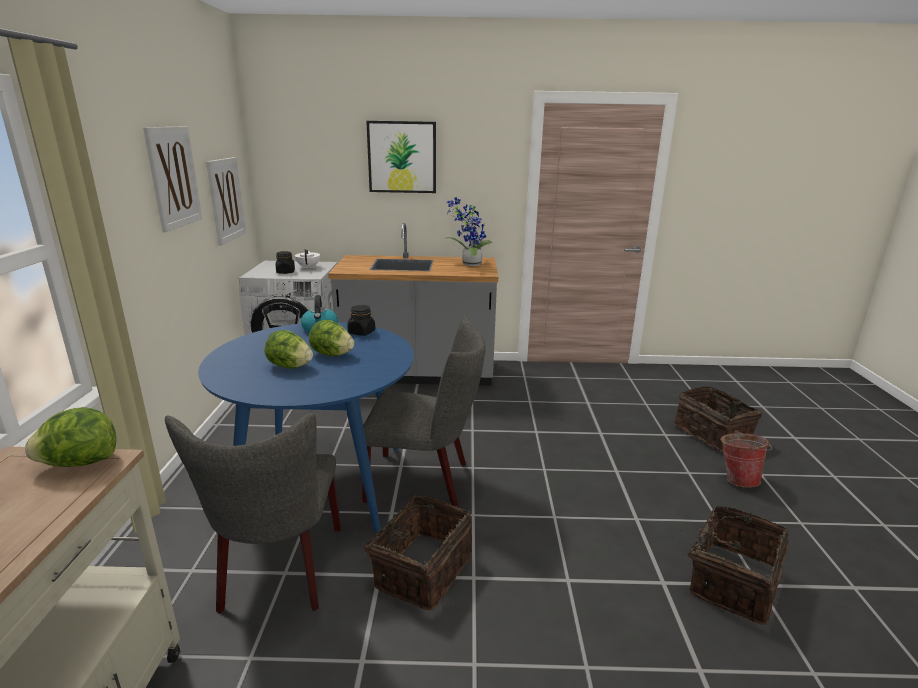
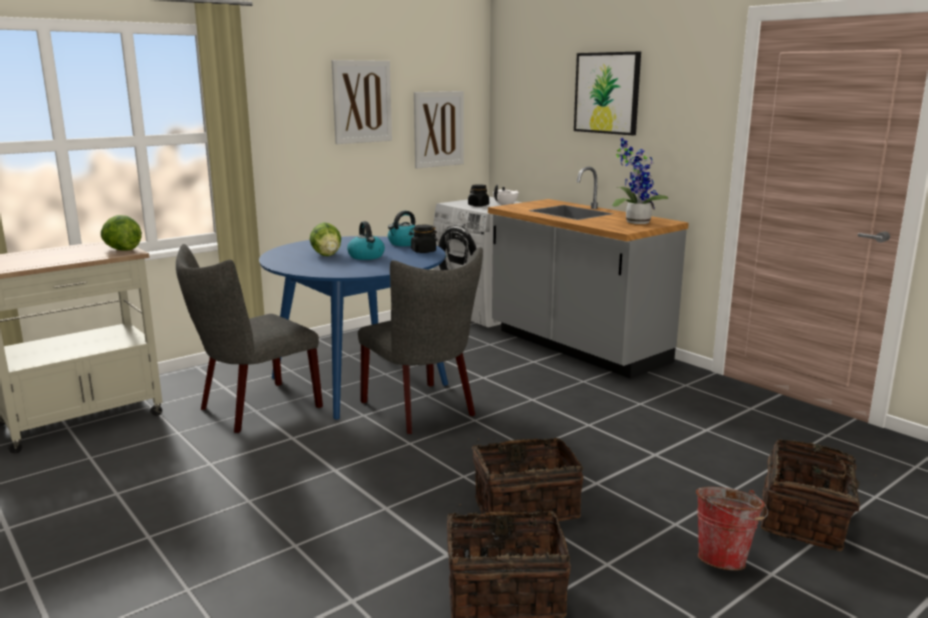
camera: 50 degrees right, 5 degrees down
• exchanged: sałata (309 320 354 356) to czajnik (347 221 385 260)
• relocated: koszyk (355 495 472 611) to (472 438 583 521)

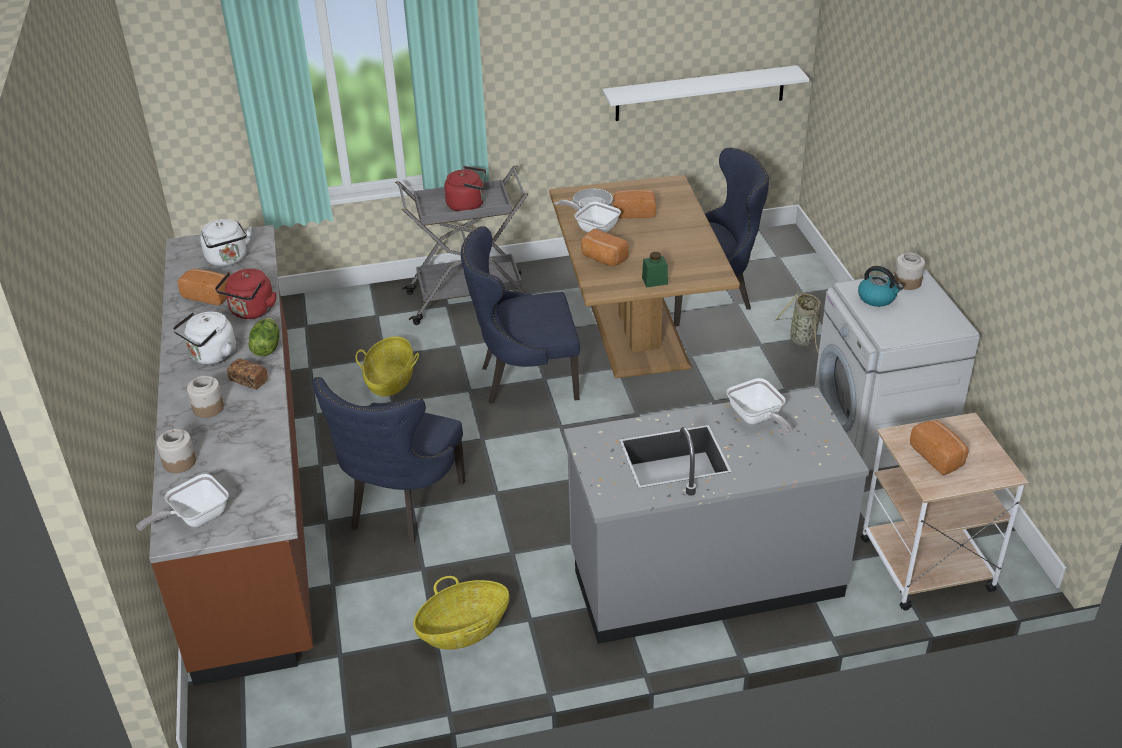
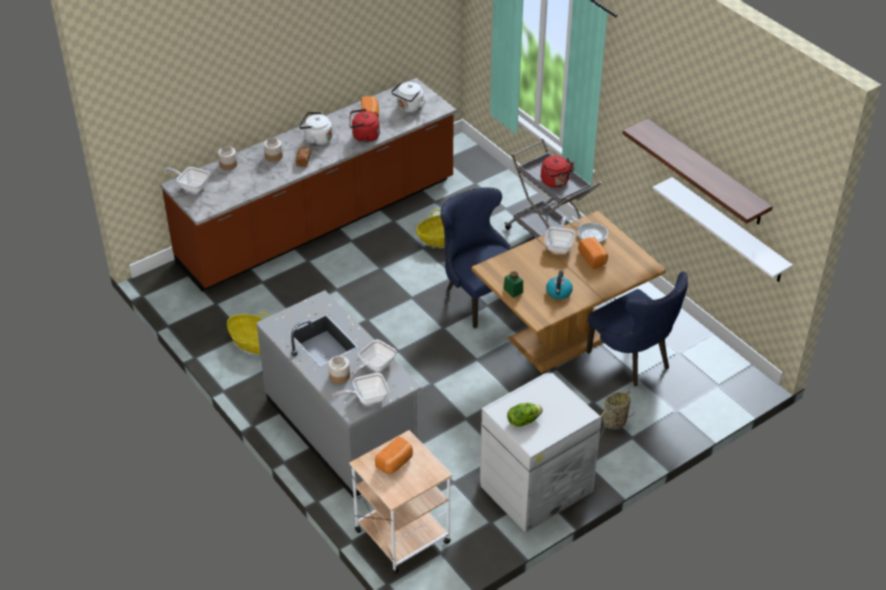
camera: 65 degrees right, 5 degrees up
• missing: chleb (581 229 629 266)
• relocated: słoik (894 253 925 290) to (328 356 350 384)
• relocated: czajnik (858 266 903 307) to (546 271 573 299)
• relocated: sałata (248 318 280 356) to (507 403 543 427)
• missing: krzesło [niebieski] (313 377 465 544)
• appeared: półka (622 118 773 225)
• appeared: patelnia (332 373 389 404)

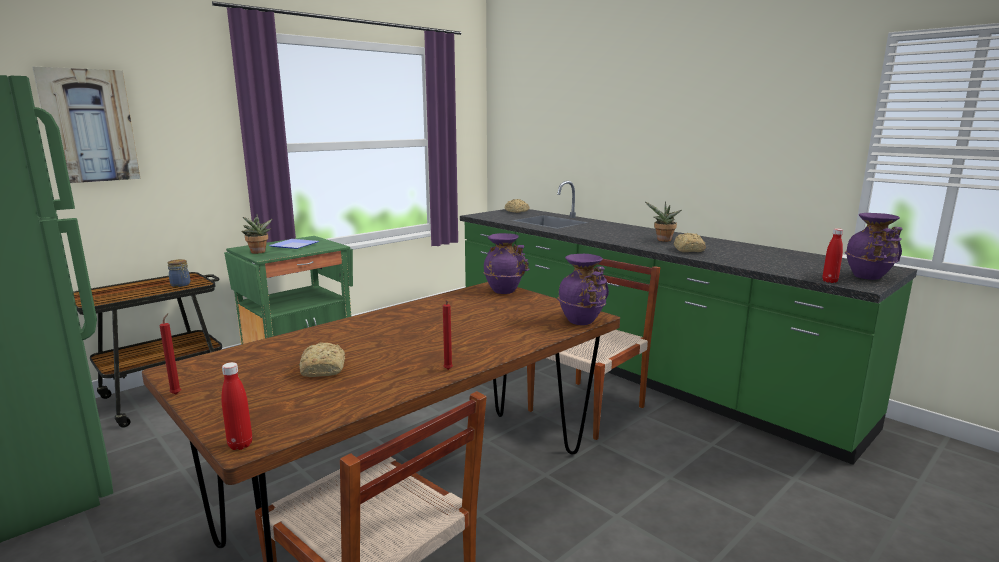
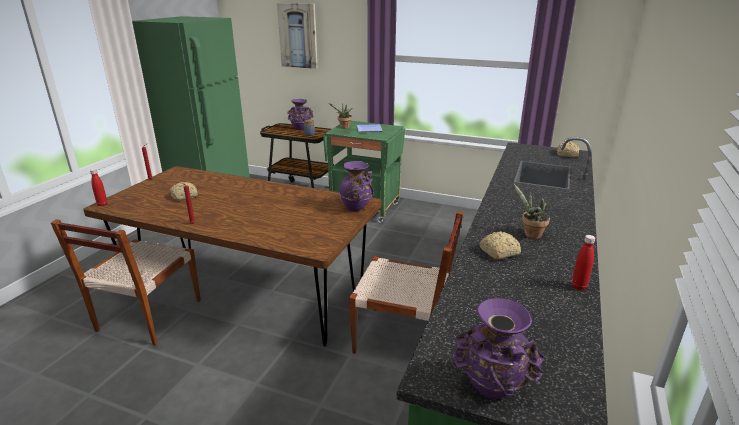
camera: 65 degrees right, 10 degrees up
• relocated: butelka [czerwony] (823 229 843 283) to (572 235 595 290)
• relocated: wazon [fioletowy] (557 254 609 325) to (287 99 314 130)

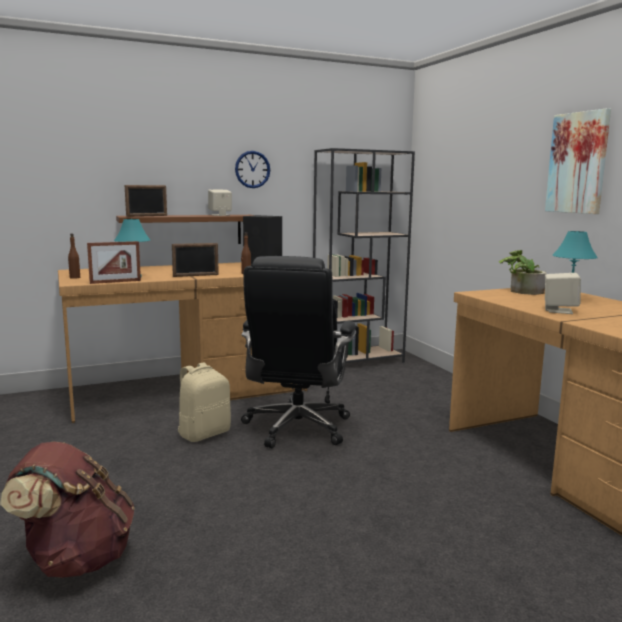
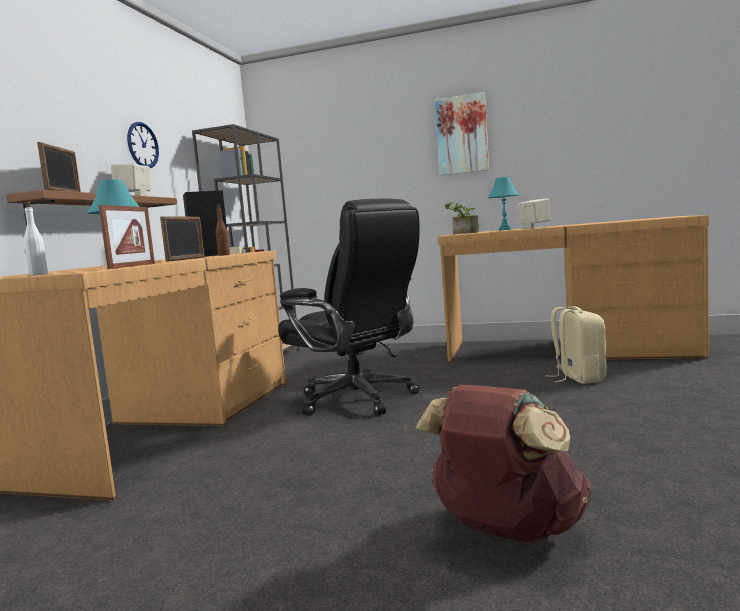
camera: 50 degrees left, 5 degrees down
• colour: butelka [brązowy] (68 234 80 279) to butelka [biały] (24 201 48 276)
• relocated: plecak [beżowy] (178 362 231 442) to (546 306 607 384)

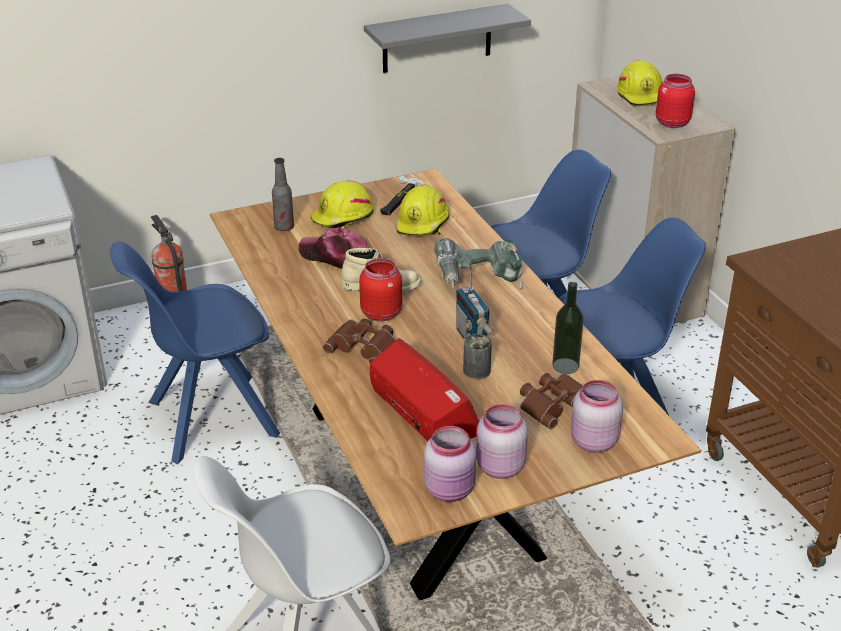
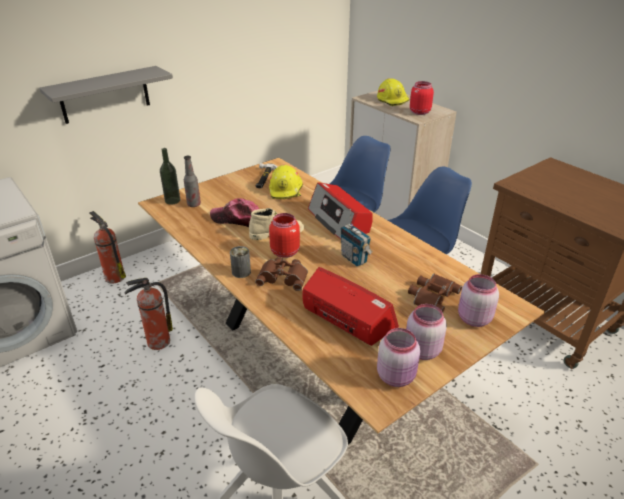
camera: 15 degrees left, 0 degrees up
• relocated: półka [szary] (364 4 531 73) to (39 66 173 124)
• missing: kask [żółty] (311 180 374 229)
• exchanged: wiertarka (435 238 523 290) to radio (308 182 373 239)
• exchanged: krzesło [niebieski] (110 241 280 464) to gaśnica (124 278 173 350)
• relocated: butelka (552 282 584 374) to (160 148 180 204)
• relocated: puszka (463 334 492 380) to (230 246 251 278)

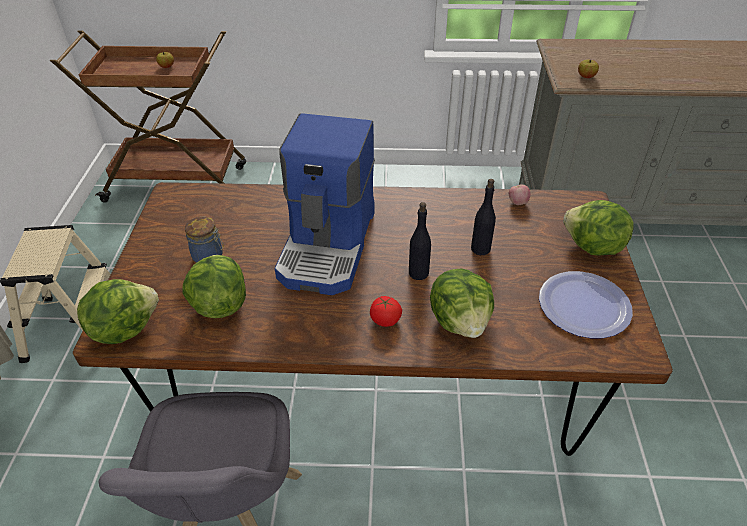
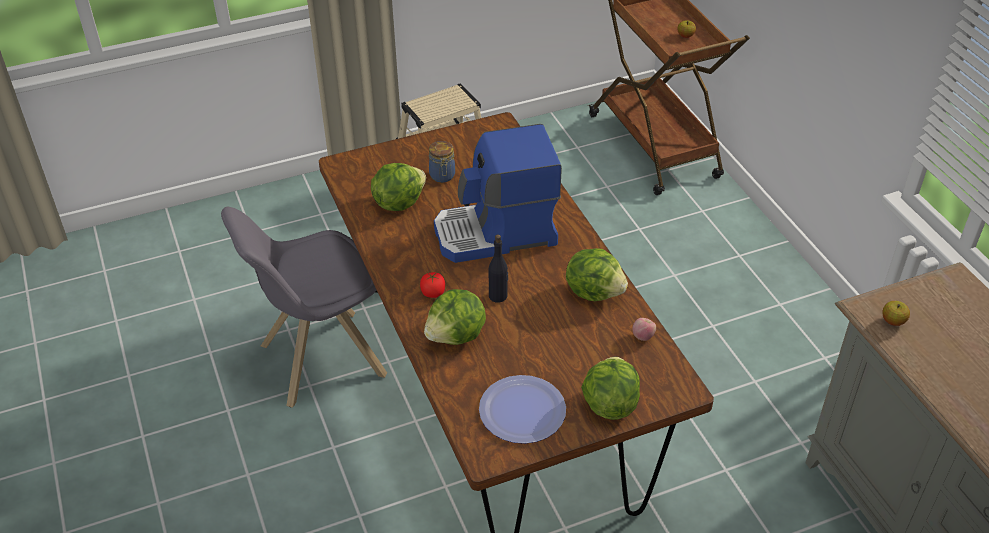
camera: 65 degrees right, 0 degrees up
• missing: butelka [czarny] (471 179 496 255)
• relocated: sałata (77 279 159 344) to (566 248 628 301)

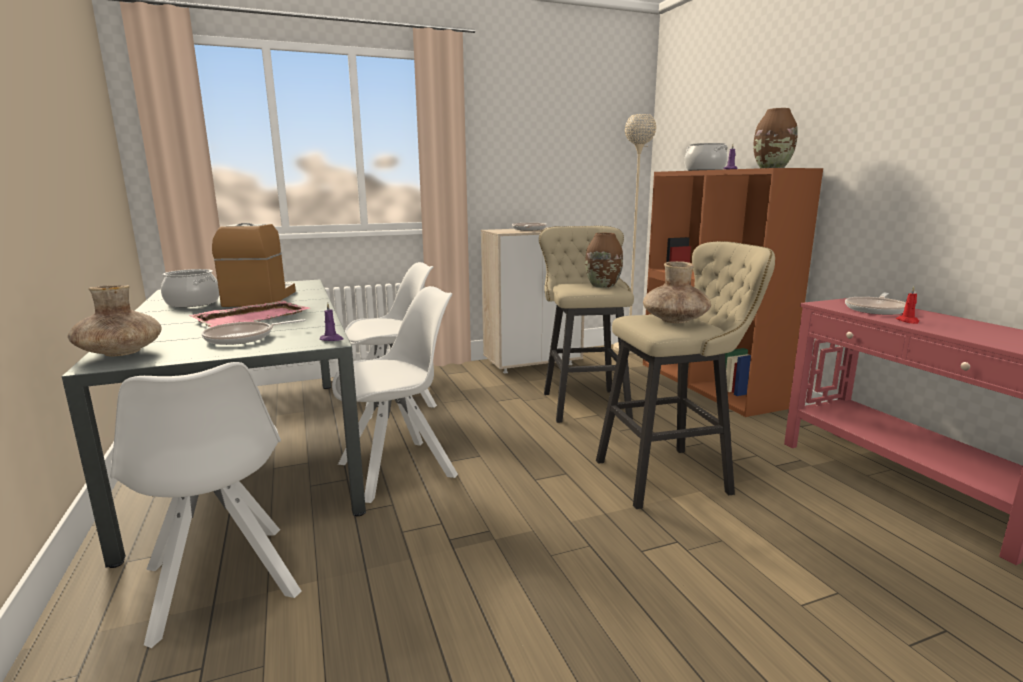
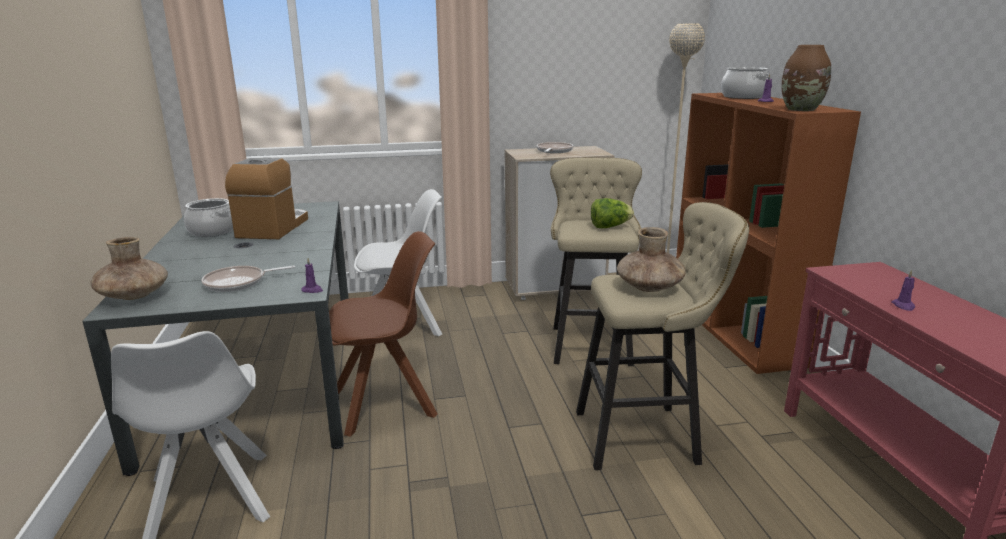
camera: 10 degrees right, 5 degrees up
• exchanged: wazon [brązowy] (585 233 623 288) to sałata (591 198 634 228)
• colour: krzesło [biały] (332 286 458 503) to krzesło [brązowy] (329 231 438 437)
• colour: świeca [czerwony] (896 287 919 324) to świeca [fioletowy] (891 270 915 311)
• missing: patelnia (845 293 906 315)
• missing: taca [różowy] (189 300 310 327)

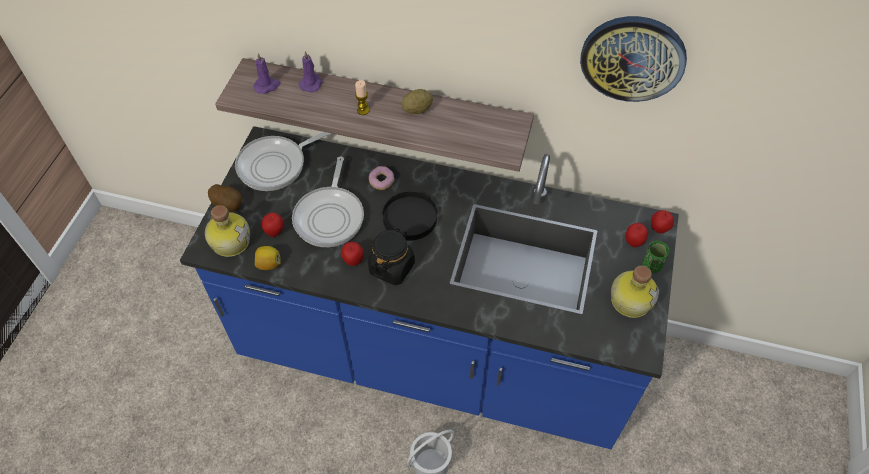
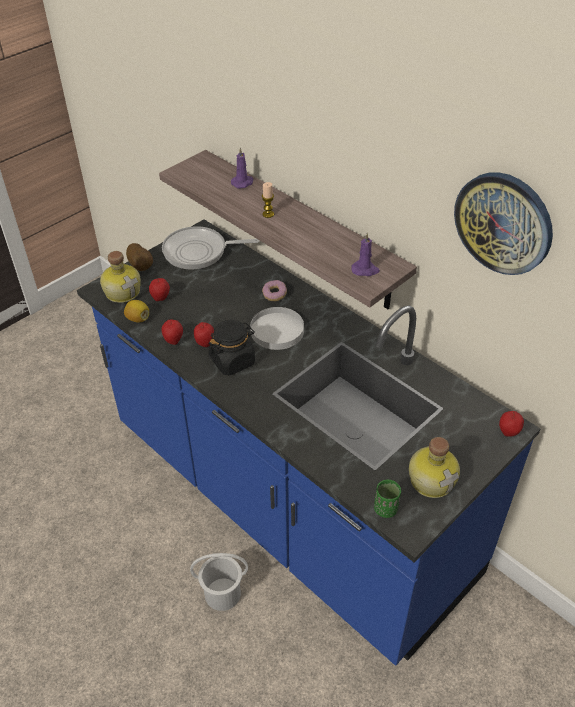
camera: 30 degrees right, 10 degrees down
• relocated: świeca [fioletowy] (253 53 281 94) to (351 232 380 276)
• missing: ziemniak (401 89 433 114)
• missing: patelnia (292 156 364 247)
• colour: talerz [czarny] (383 192 437 241) to talerz [biały] (250 307 304 350)
• relocated: jabłko (626 223 648 247) to (162 319 183 345)
• relocated: filiżanka [zielony] (642 241 670 273) to (374 480 401 518)

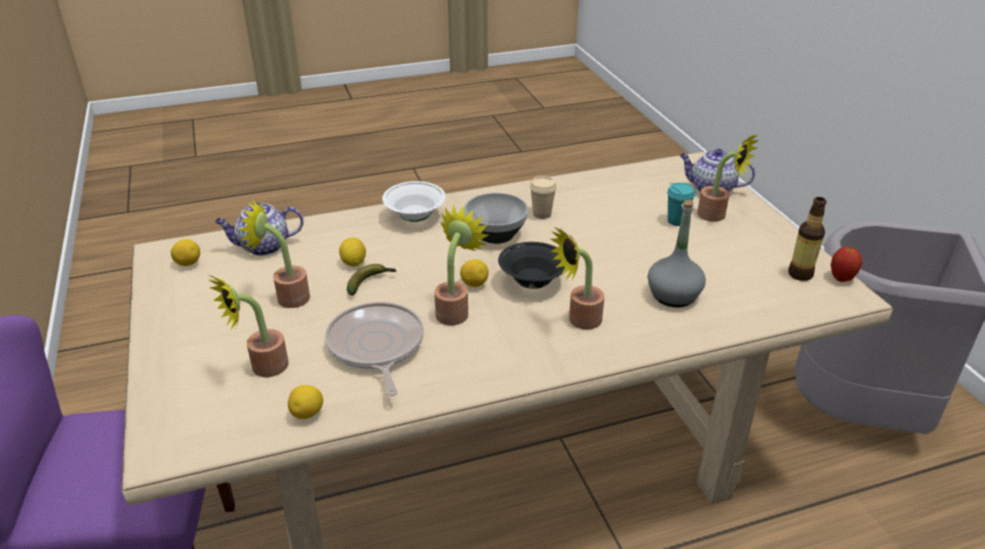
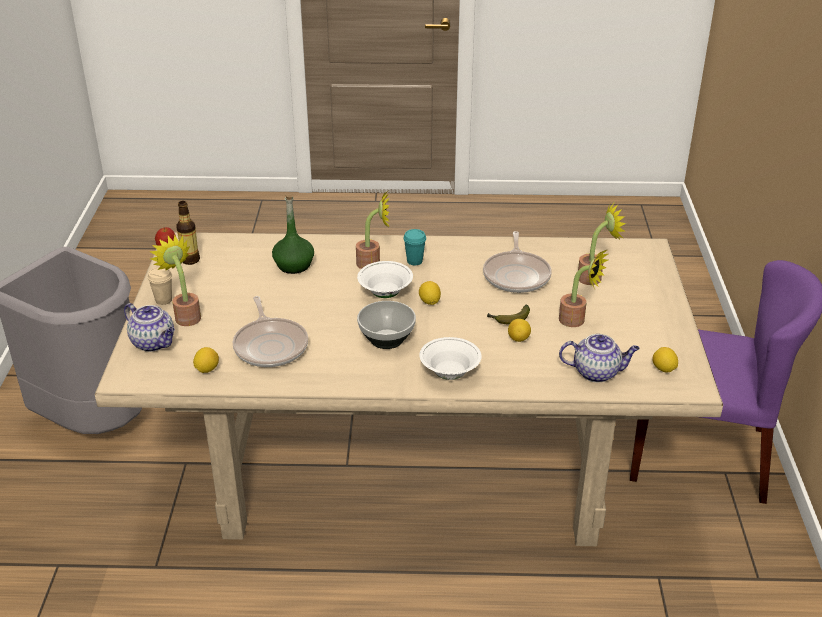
camera: 160 degrees left, 0 degrees up
• relocated: filiżanka [beżowy] (530 176 557 219) to (148 267 172 305)
• relocated: filiżanka [turkusowy] (667 183 695 226) to (403 229 426 265)
• colour: butelka [szary] (648 200 706 307) to butelka [zielony] (272 194 314 274)
• missing: roślina doniczkowa (434 205 489 325)
• colour: miska [czarny] (498 242 565 289) to miska [biały] (357 261 413 298)
• relocated: cytryna (288 385 323 419) to (193 347 219 373)
• appeared: patelnia (233 296 308 367)

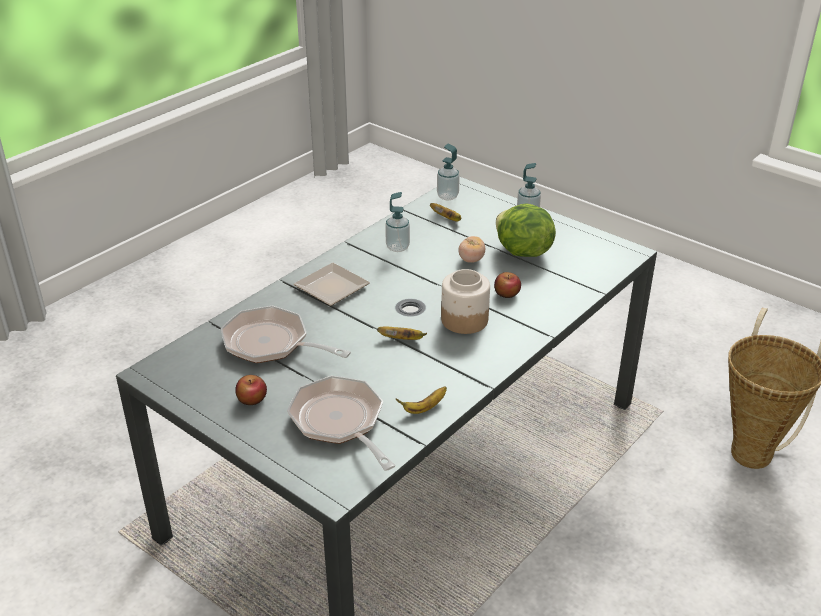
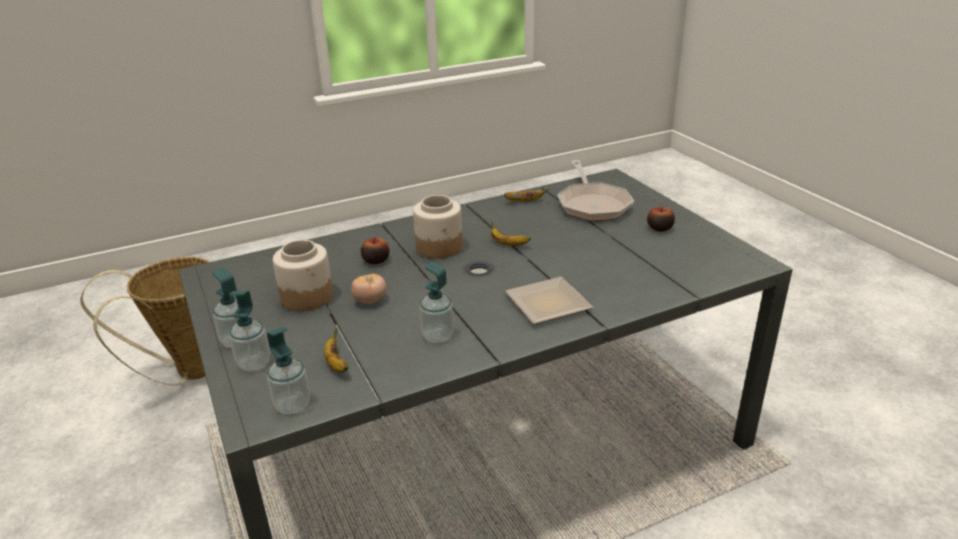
camera: 155 degrees left, 5 degrees down
• exchanged: sałata (496 203 556 257) to słoik (273 240 333 311)
• missing: patelnia (221 306 351 363)
• appeared: dozownik mydła (229 291 270 371)

